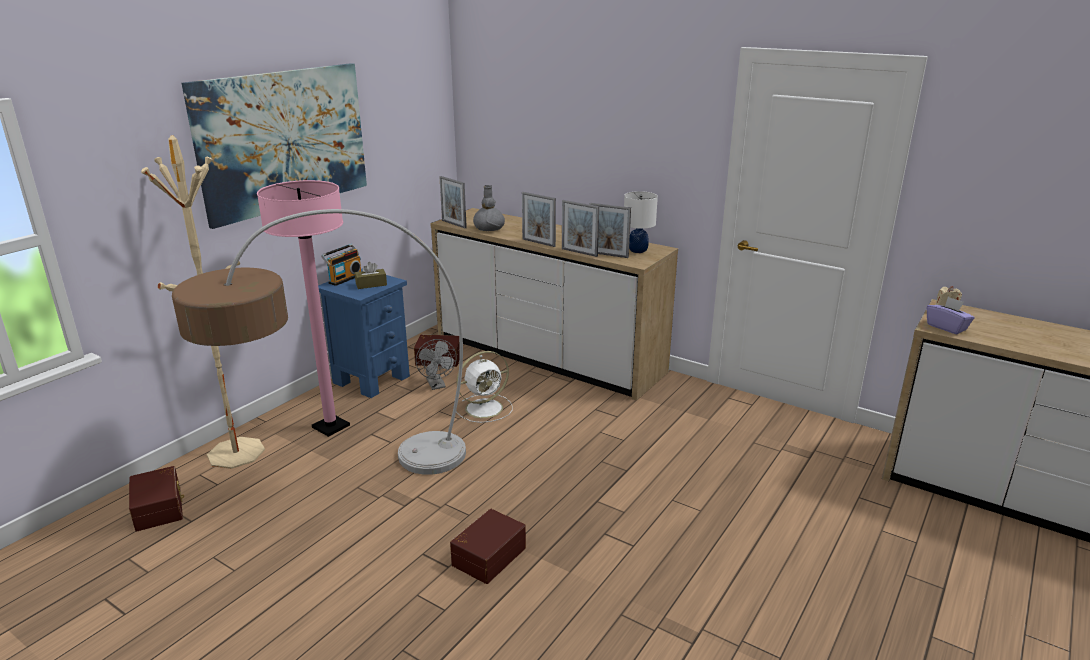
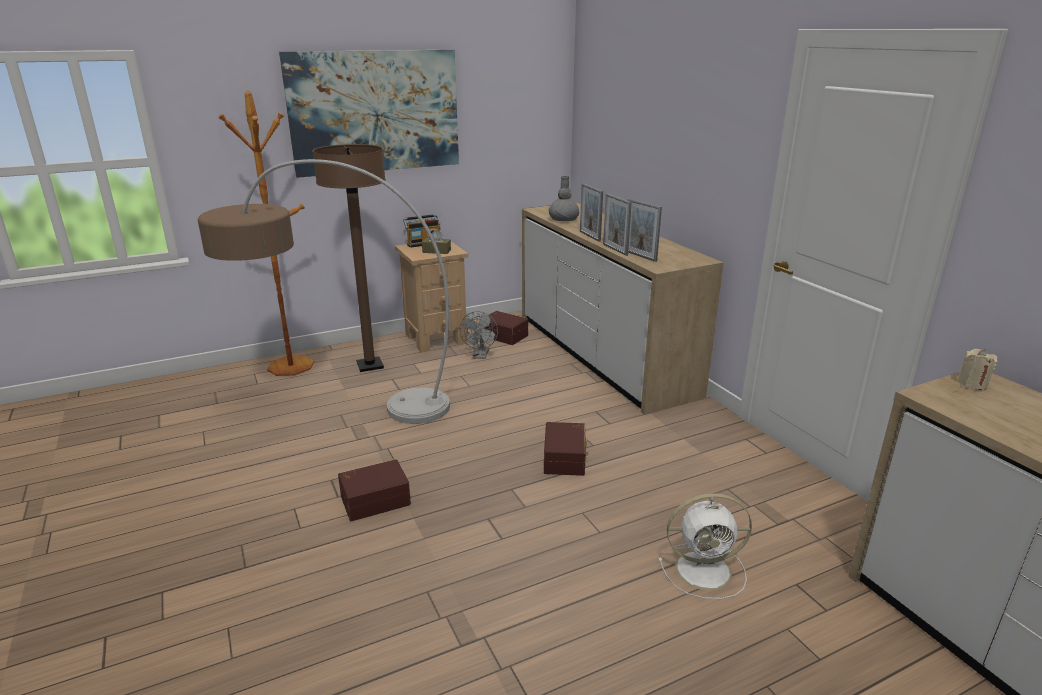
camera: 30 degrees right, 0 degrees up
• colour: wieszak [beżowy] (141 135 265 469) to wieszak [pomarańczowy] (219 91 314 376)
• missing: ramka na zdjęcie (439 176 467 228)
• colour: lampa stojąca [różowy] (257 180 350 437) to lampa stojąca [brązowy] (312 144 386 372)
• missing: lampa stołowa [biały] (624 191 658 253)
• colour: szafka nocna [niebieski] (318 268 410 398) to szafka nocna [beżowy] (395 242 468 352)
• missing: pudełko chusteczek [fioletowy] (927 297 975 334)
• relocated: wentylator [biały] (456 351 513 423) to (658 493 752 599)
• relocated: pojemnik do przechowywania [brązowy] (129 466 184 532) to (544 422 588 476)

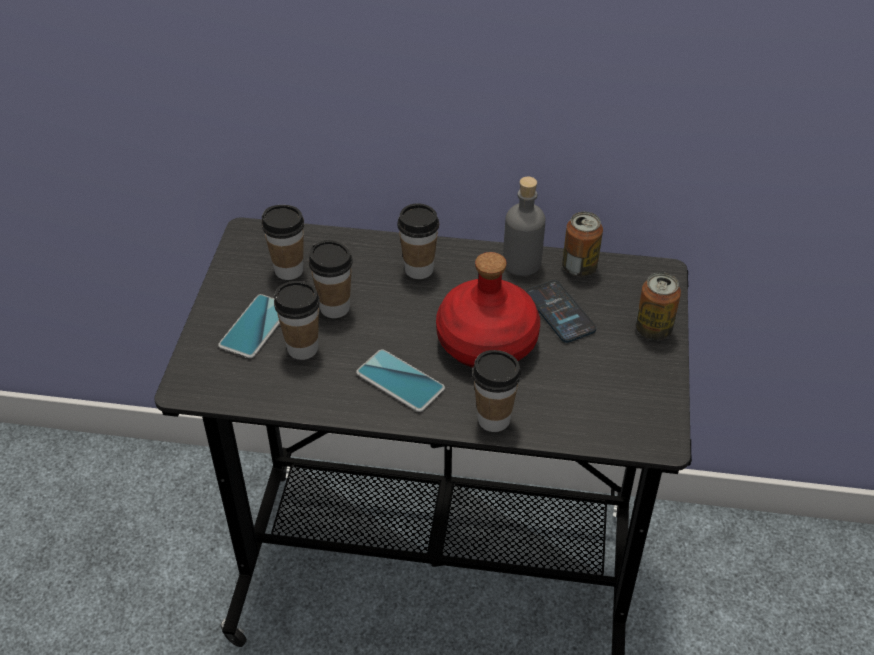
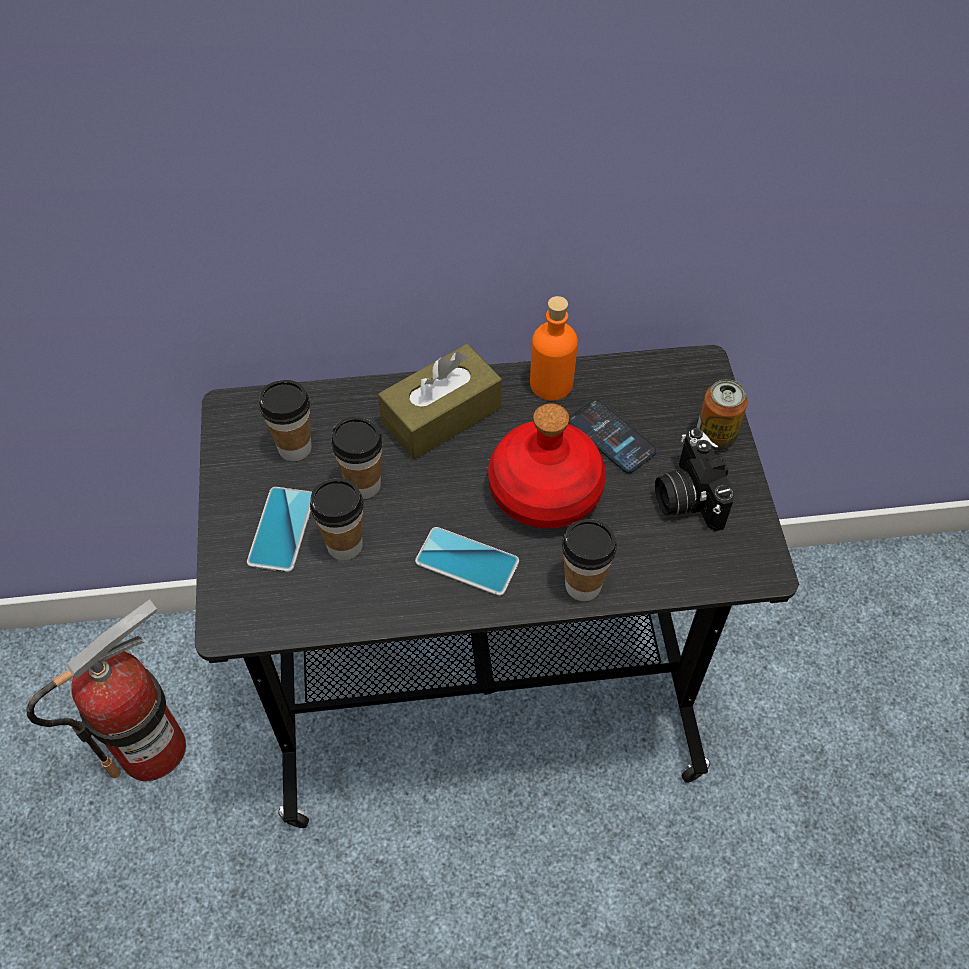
camera: 15 degrees left, 10 degrees up
• colour: butelka [szary] (503 177 546 276) to butelka [pomarańczowy] (530 296 578 401)
• exchanged: filiżanka (397 203 439 279) to pudełko chusteczek [brązowy] (378 344 502 460)
• missing: puszka (562 212 603 277)
• appeared: aparat fotograficzny (655 428 735 531)
• appeared: gaśnica (26 599 186 781)

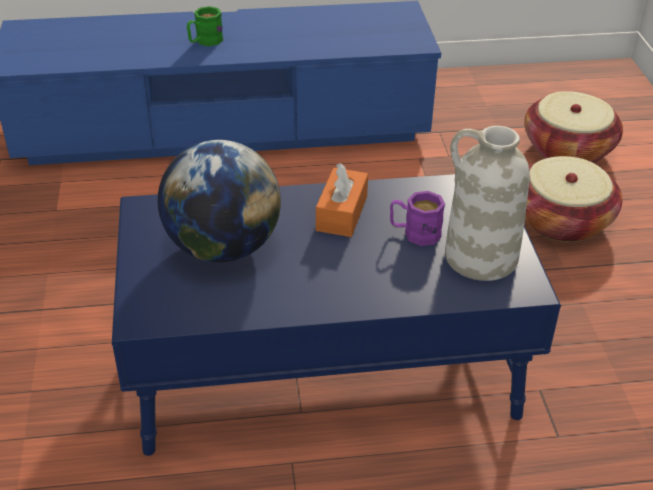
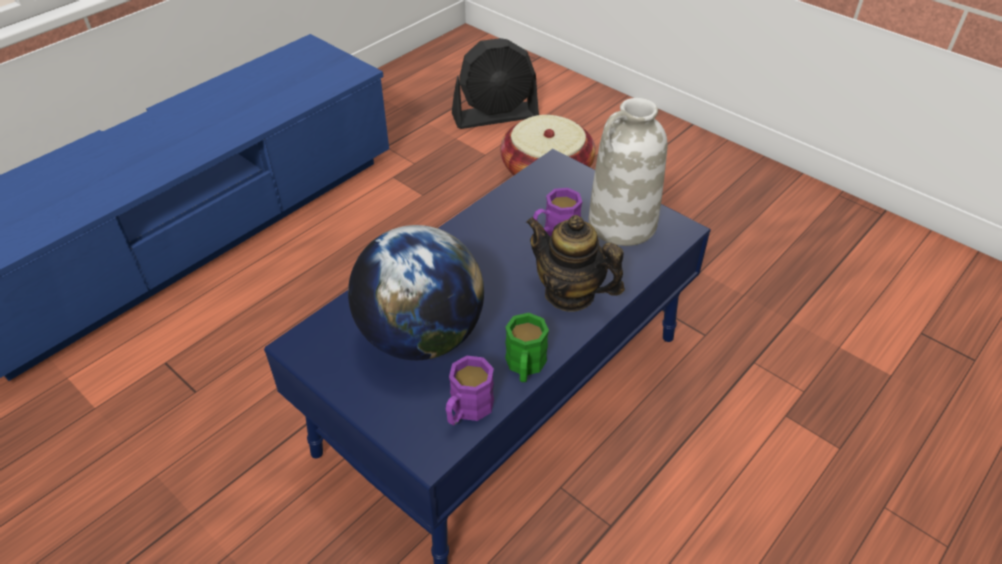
camera: 40 degrees left, 5 degrees up
• relocated: kubek [zielony] (187 6 223 46) to (505 313 549 382)
• exchanged: koszyk (524 91 623 163) to wentylator [czarny] (452 38 539 129)
• missing: pudełko chusteczek [pomarańczowy] (316 163 368 237)
• appeared: imbryk (526 215 625 312)
• appeared: kubek [fioletowy] (446 356 494 425)

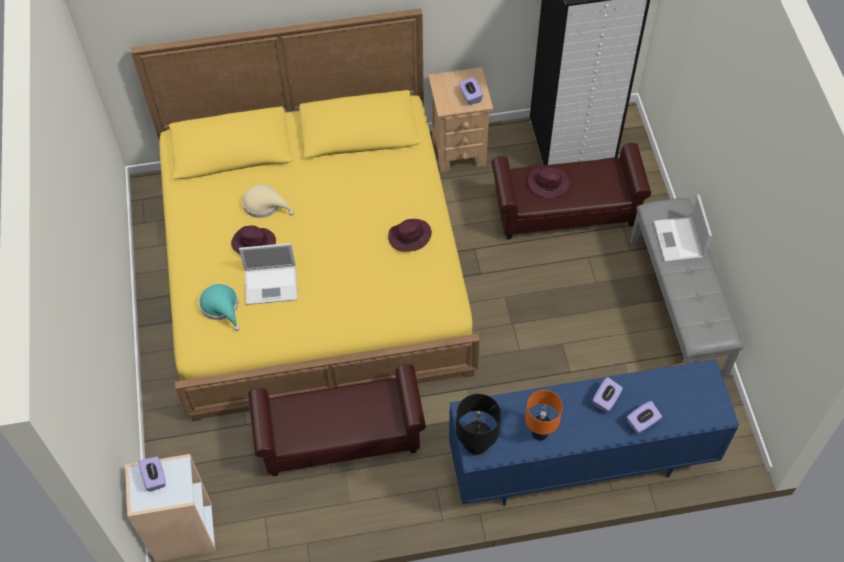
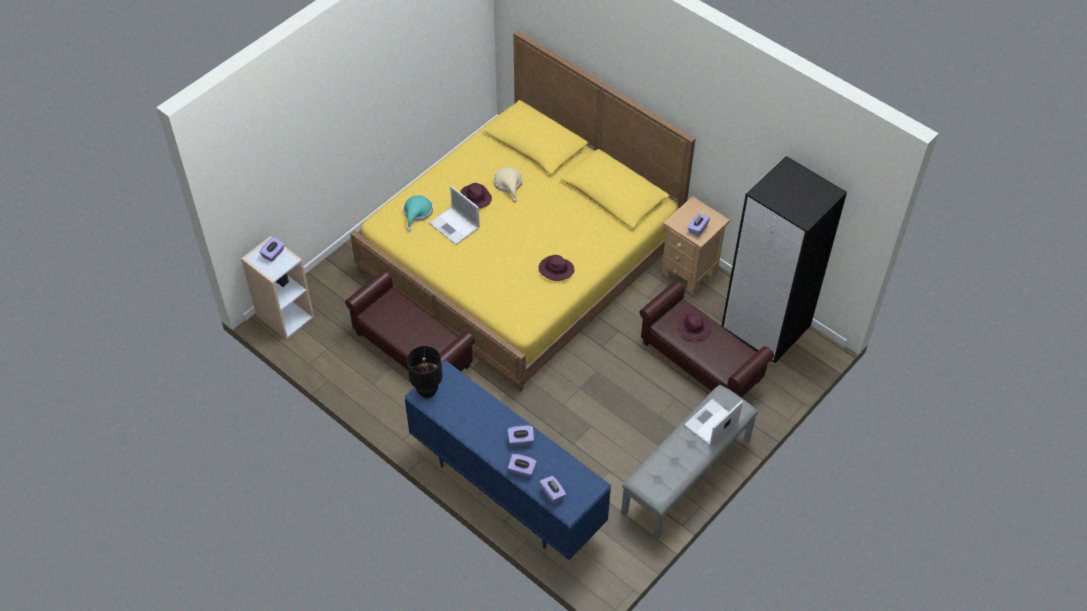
camera: 50 degrees right, 5 degrees down
• missing: lampa stołowa [pomarańczowy] (525 390 563 441)
• appeared: pudełko chusteczek [fioletowy] (540 476 566 504)

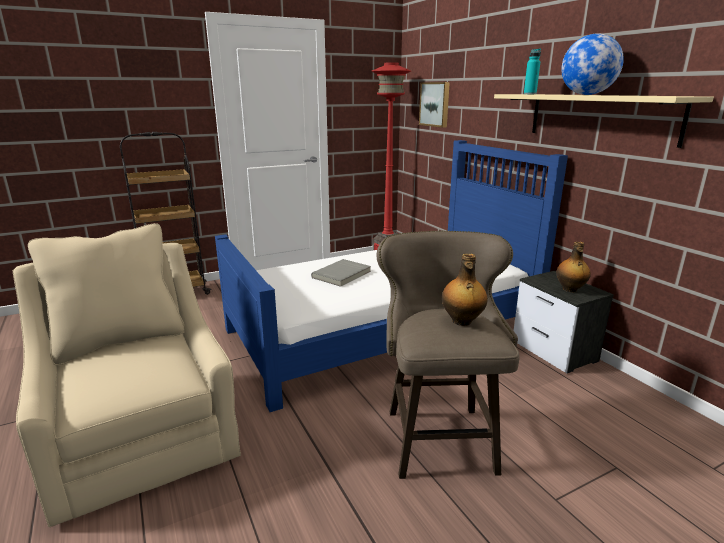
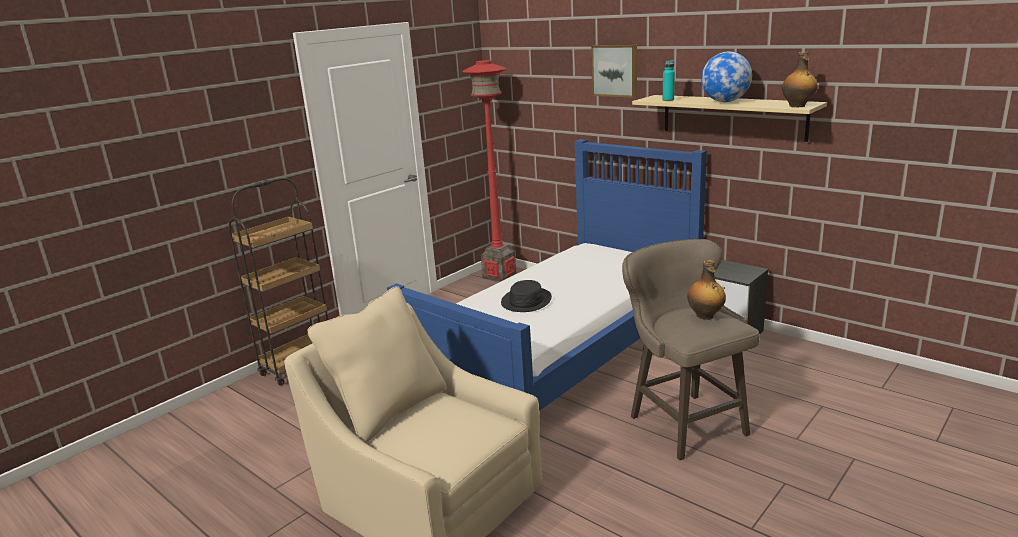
camera: 20 degrees left, 0 degrees up
• relocated: obraz (419 82 450 128) to (591 45 637 98)
• relocated: butelka (556 242 591 292) to (782 52 818 107)
• exchanged: książka [szary] (311 259 371 287) to kapelusz [czarny] (501 280 552 312)

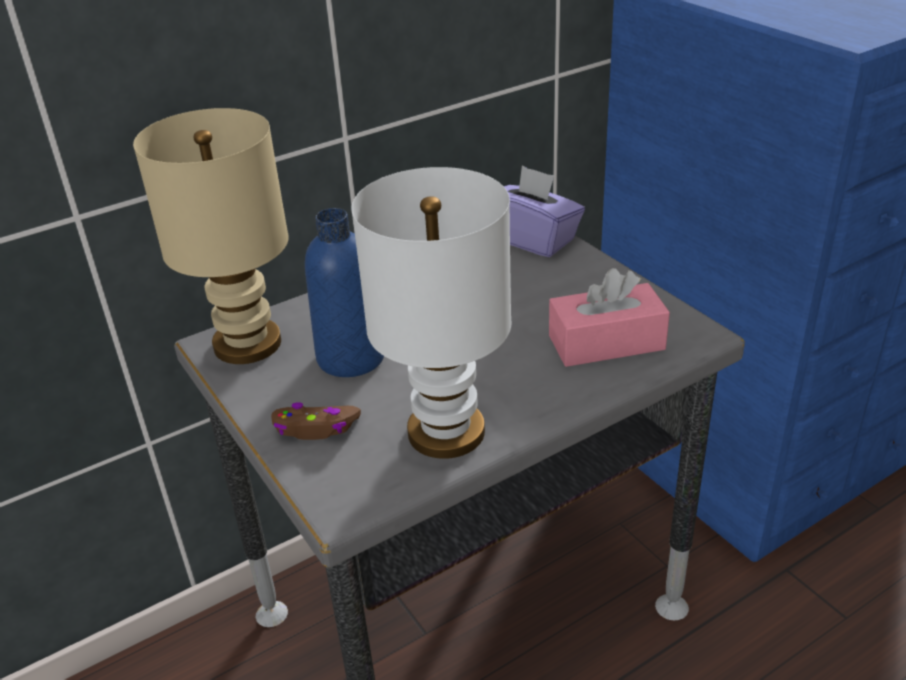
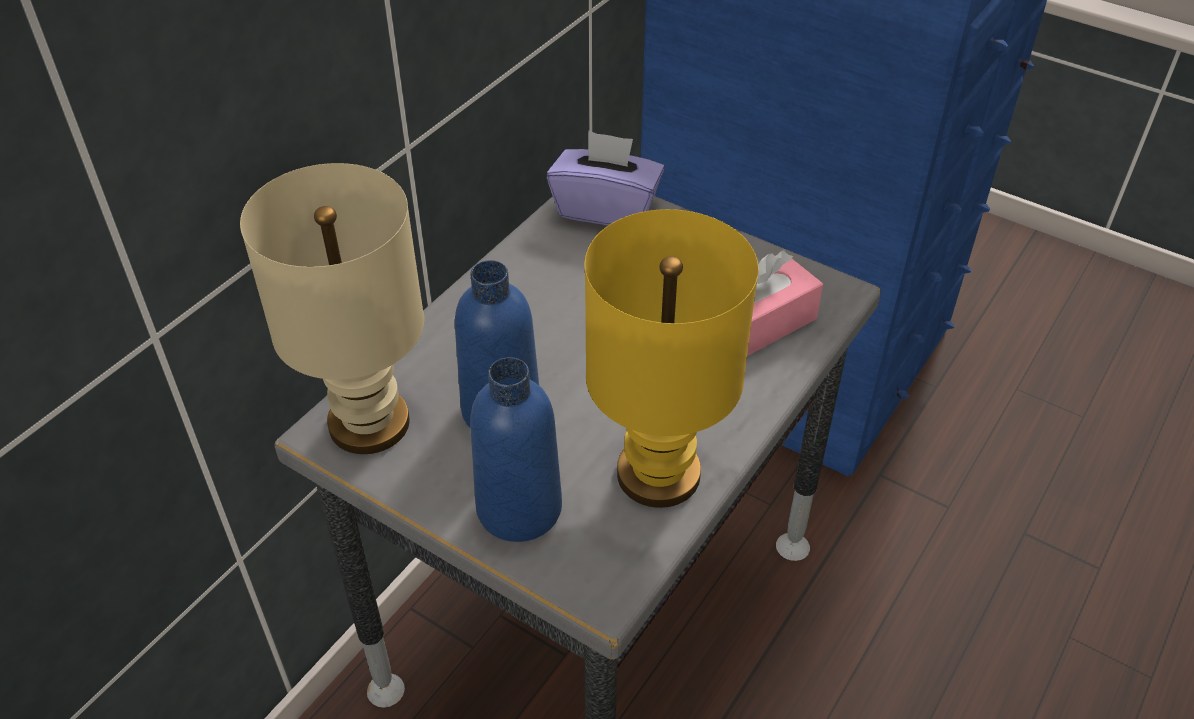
camera: 25 degrees left, 10 degrees up
• colour: lampa stołowa [biały] (351 167 511 459) to lampa stołowa [żółty] (585 209 759 508)
• exchanged: pad do gier [brązowy] (271 402 361 440) to butelka [niebieski] (470 357 562 542)

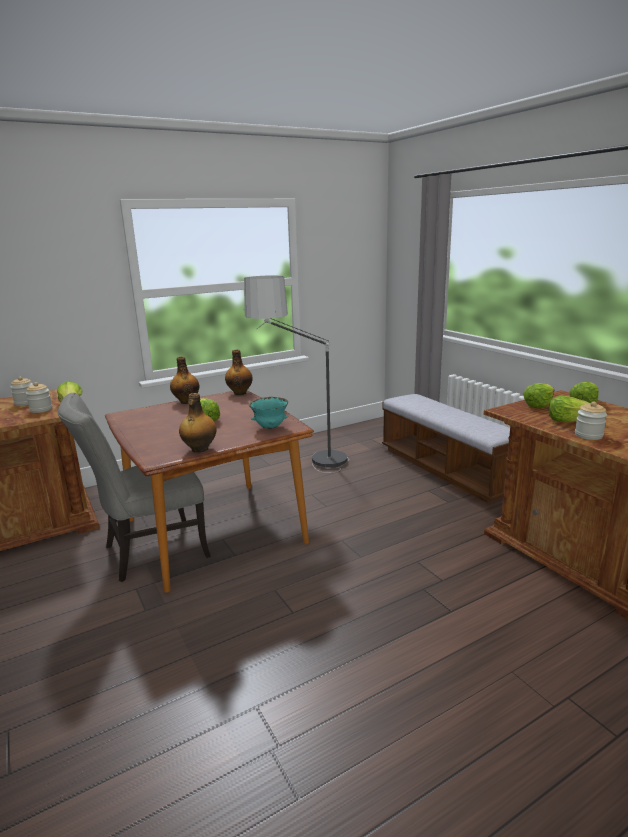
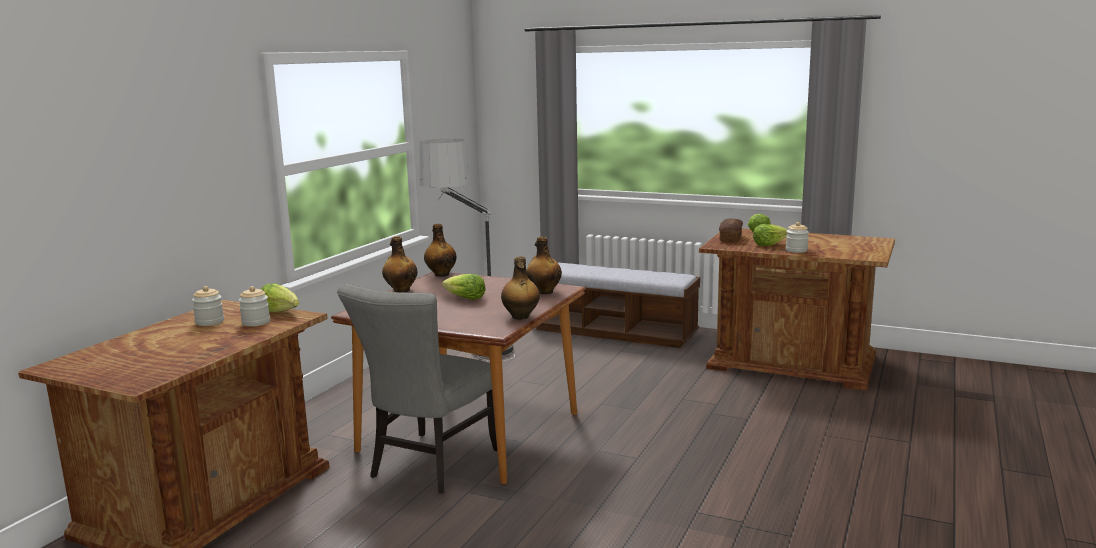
camera: 35 degrees left, 5 degrees down
• exchanged: sałata (523 383 555 408) to chleb (719 218 743 243)
• exchanged: miska [turkusowy] (248 397 288 429) to butelka (526 237 562 294)

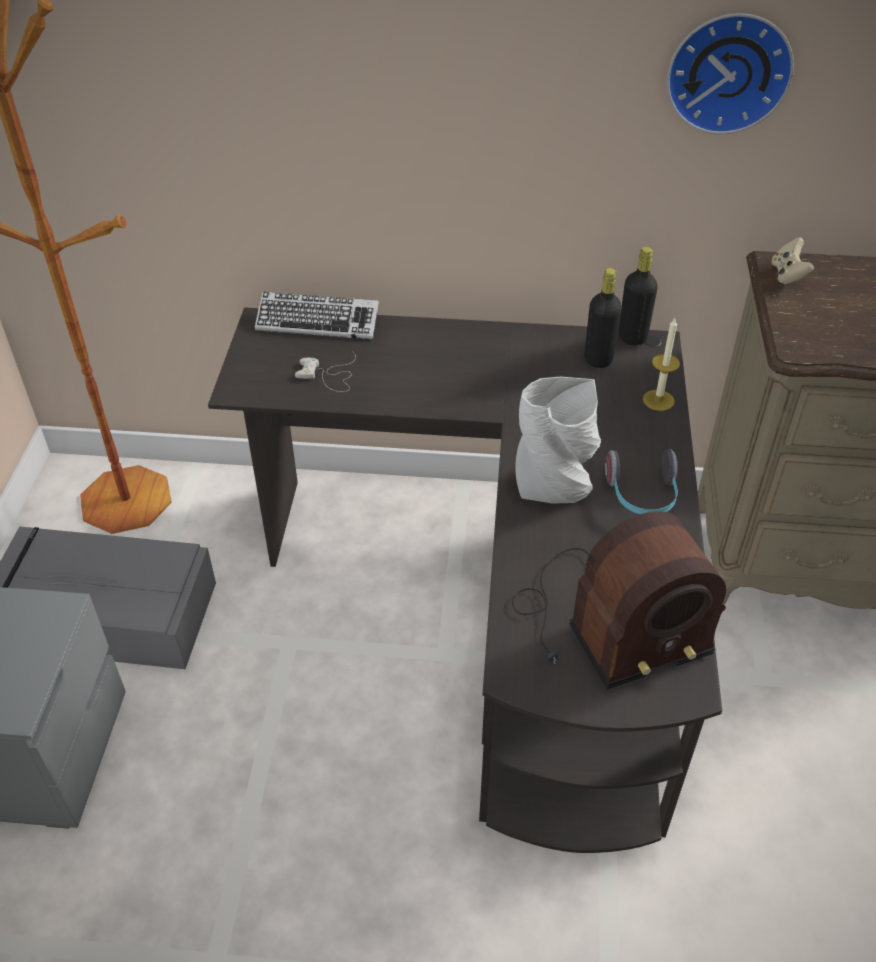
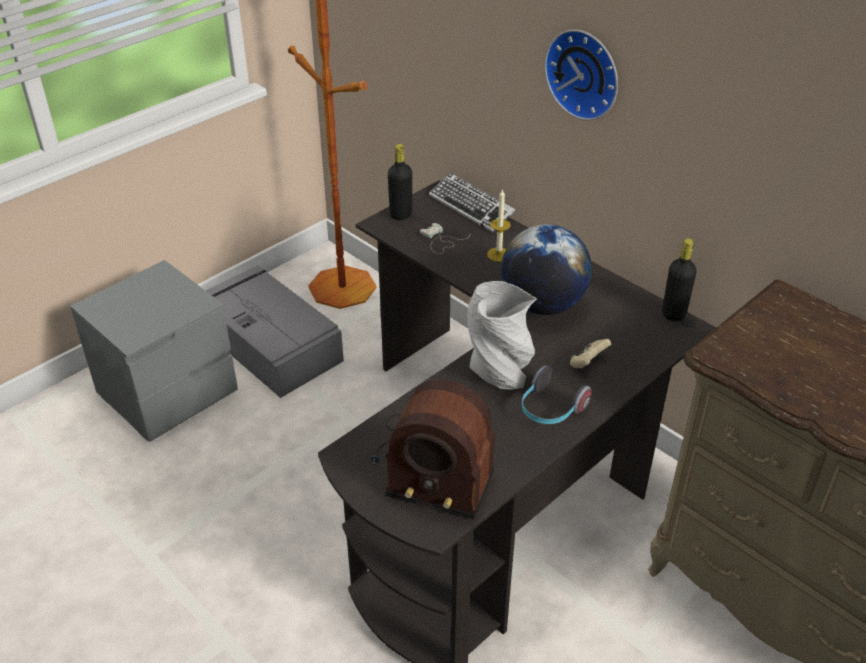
camera: 40 degrees right, 5 degrees down
• relocated: zegar ścienny (667 13 794 134) to (544 29 618 121)
• relocated: pad do gier [beżowy] (772 237 814 284) to (570 339 611 369)
• relocated: butelka [czarny] (584 268 622 368) to (388 144 412 220)
• relocated: świeca (643 318 680 411) to (487 189 511 262)
• appeared: globus (501 224 592 315)

